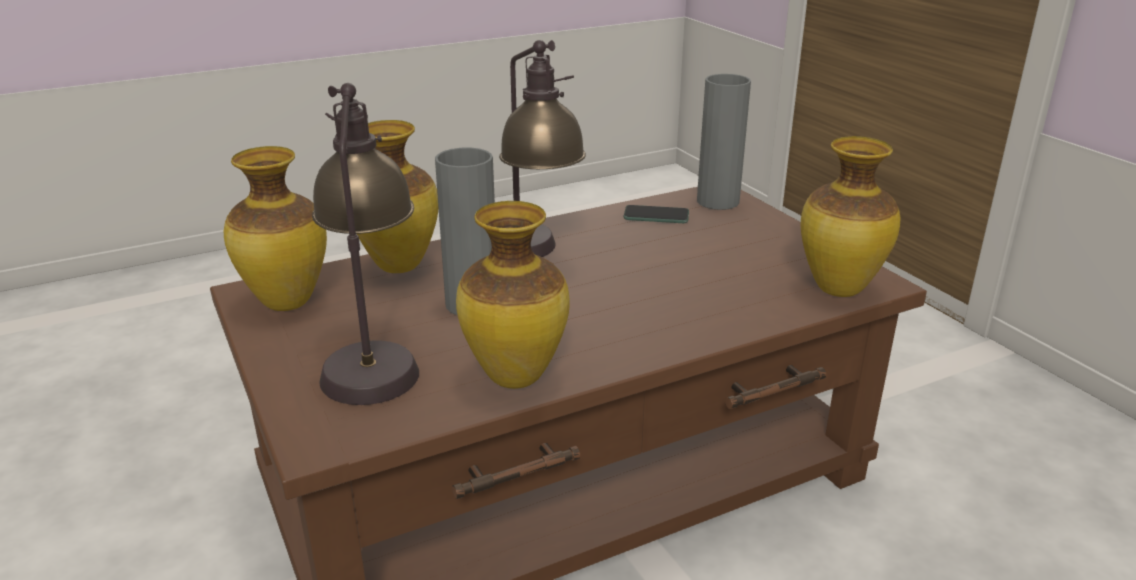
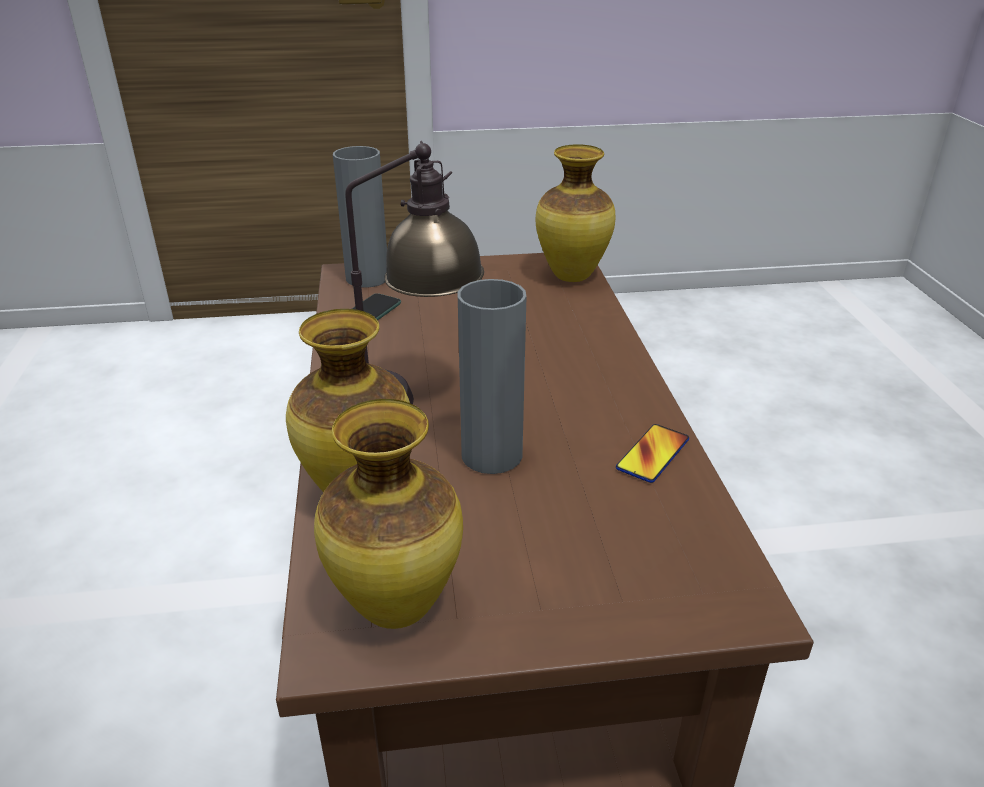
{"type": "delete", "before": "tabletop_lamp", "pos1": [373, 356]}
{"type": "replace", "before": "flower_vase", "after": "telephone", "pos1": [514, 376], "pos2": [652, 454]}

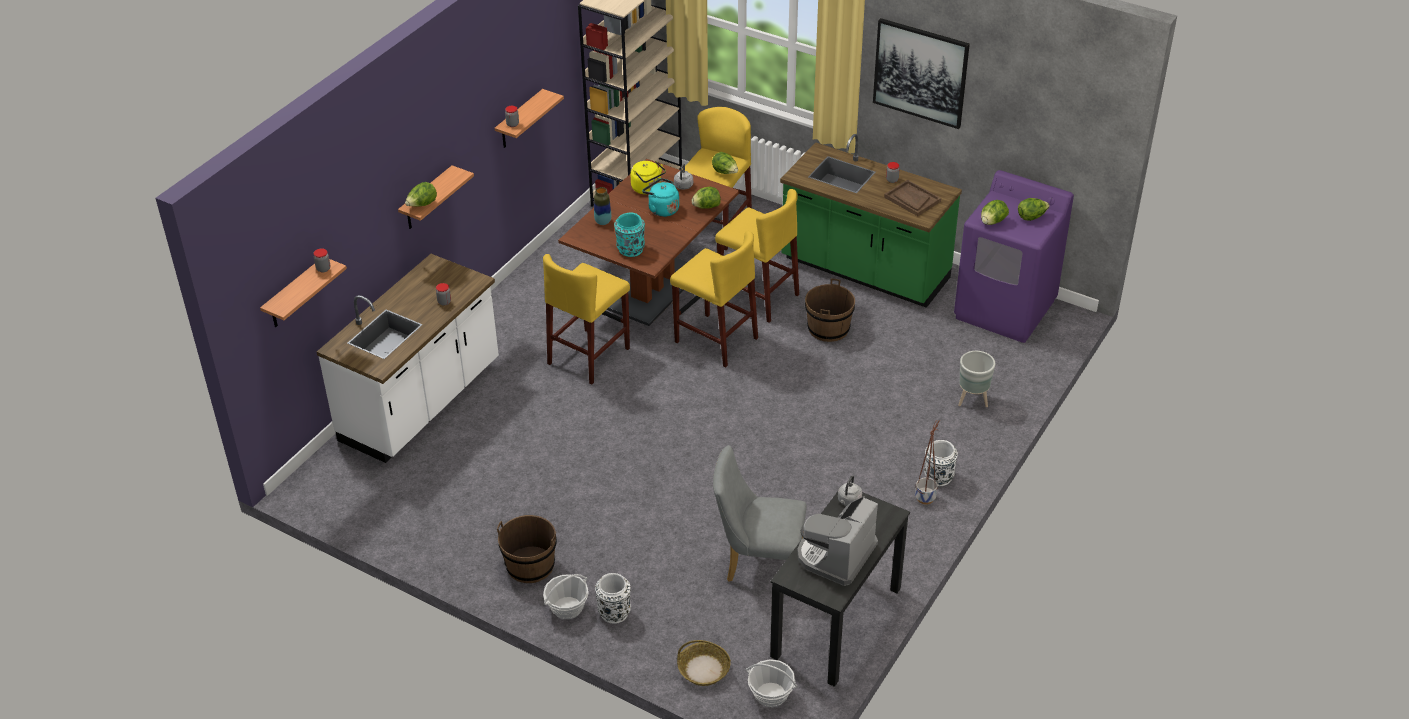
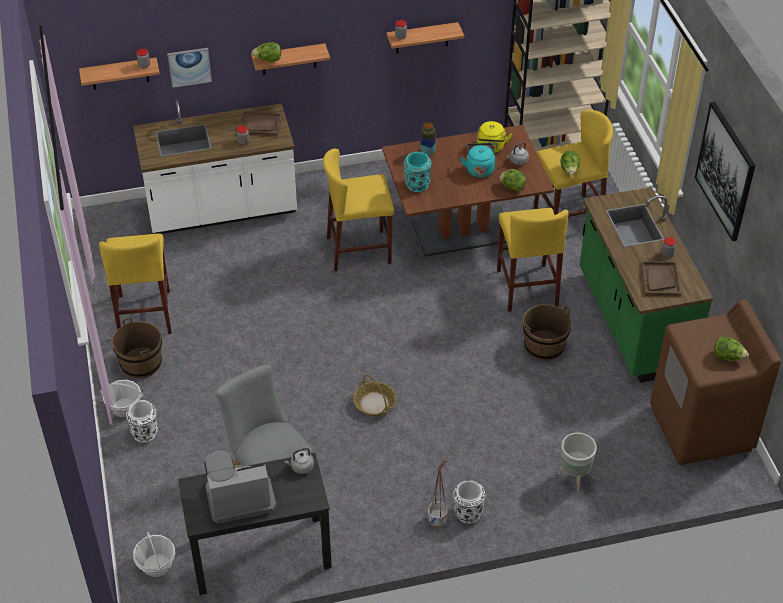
{"type": "delete", "before": "lettuce", "pos1": [992, 222]}
{"type": "insert", "after": "wall_art", "pos2": [189, 67]}
{"type": "insert", "after": "brown_serving_tray", "pos2": [260, 125]}
{"type": "move", "before": "yellow_stool_seat", "pos1": [716, 340], "pos2": [144, 314]}
{"type": "move", "before": "storage_basket", "pos1": [703, 669], "pos2": [374, 403]}
{"type": "recolor", "before": "purple-coloured_laundry_appliance", "after": "brown_laundry_appliance", "pos1": [1005, 309], "pos2": [701, 428]}

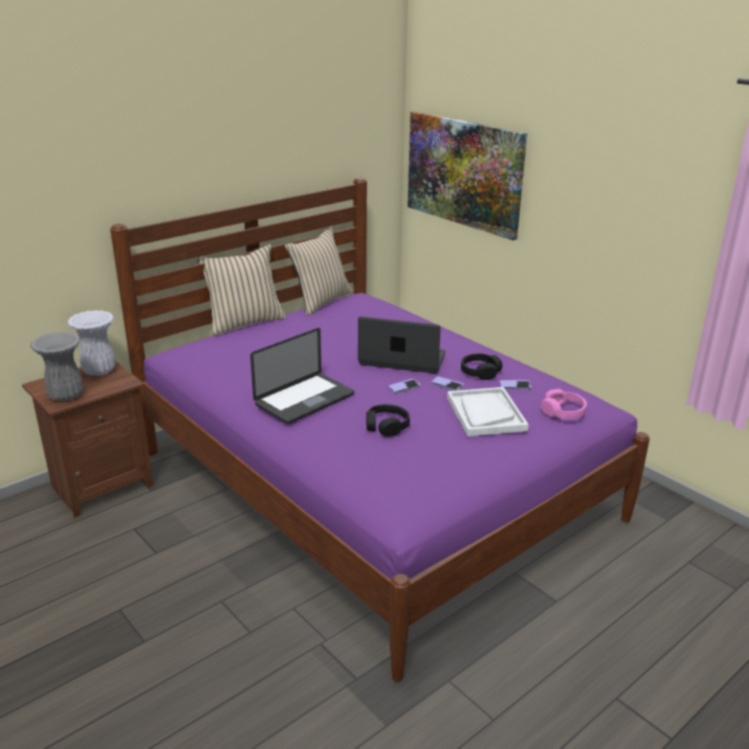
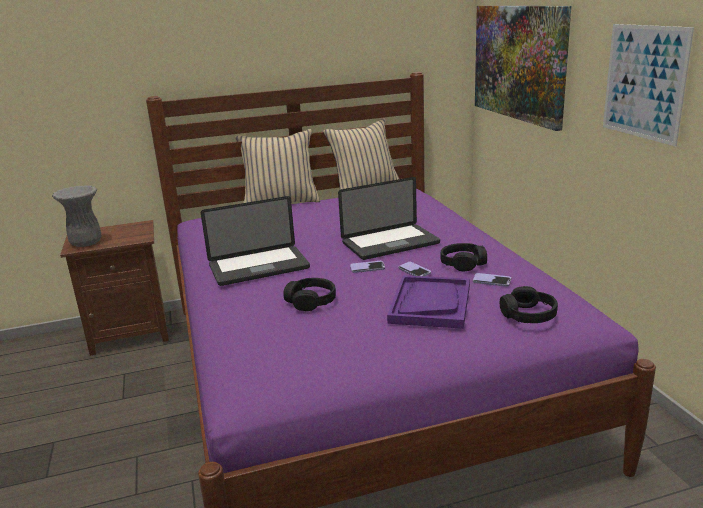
{"type": "delete", "before": "white-coloured_flower_vase", "pos1": [100, 371]}
{"type": "insert", "after": "wall_art", "pos2": [644, 82]}
{"type": "recolor", "before": "white-coloured_serving_tray", "after": "purple-coloured_serving_tray", "pos1": [485, 413], "pos2": [430, 304]}
{"type": "recolor", "before": "pink-coloured_headphones", "after": "black_headphones", "pos1": [563, 412], "pos2": [528, 315]}
{"type": "rotate", "before": "laptop", "pos1": [402, 359], "pos2": [390, 243], "turn": 120}

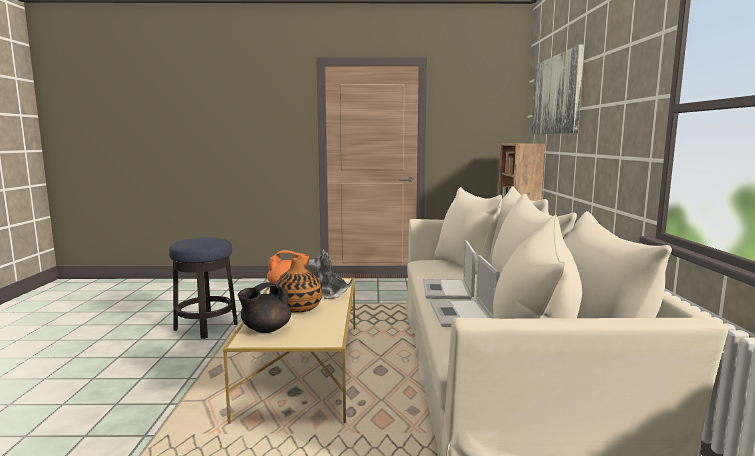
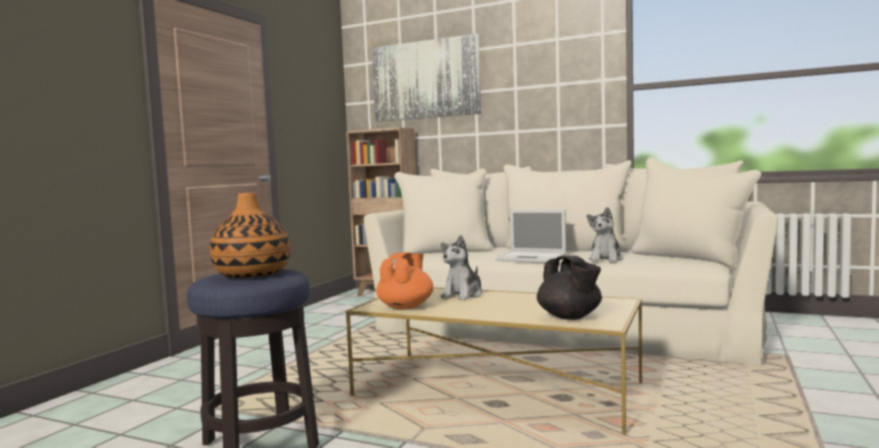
{"type": "move", "before": "flower_vase", "pos1": [298, 308], "pos2": [253, 275]}
{"type": "replace", "before": "laptop", "after": "cuddly_toy", "pos1": [462, 314], "pos2": [605, 260]}

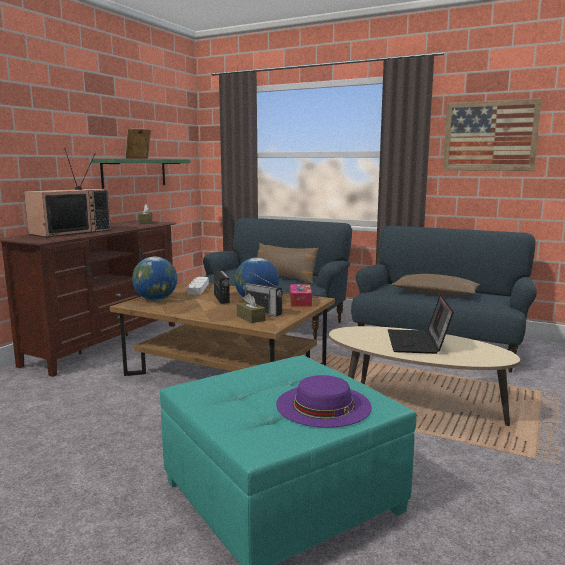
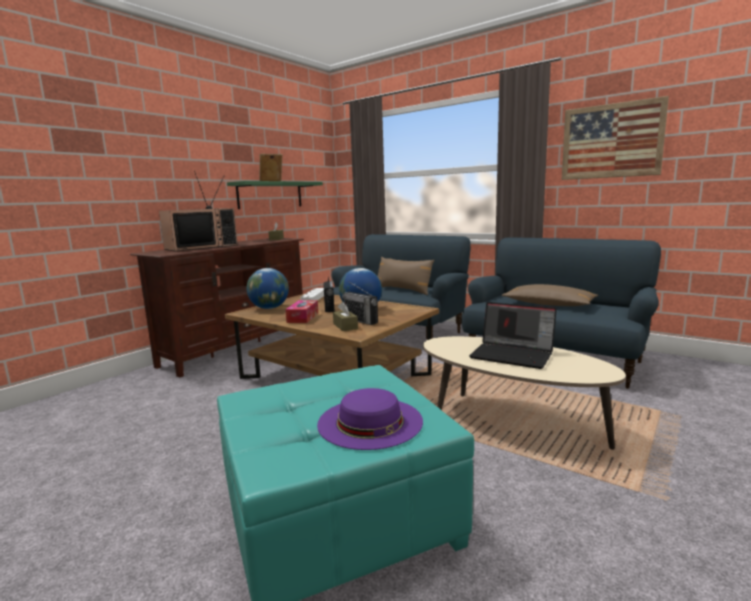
{"type": "move", "before": "tissue_box", "pos1": [300, 301], "pos2": [303, 317]}
{"type": "rotate", "before": "laptop", "pos1": [418, 343], "pos2": [513, 355], "turn": -75}

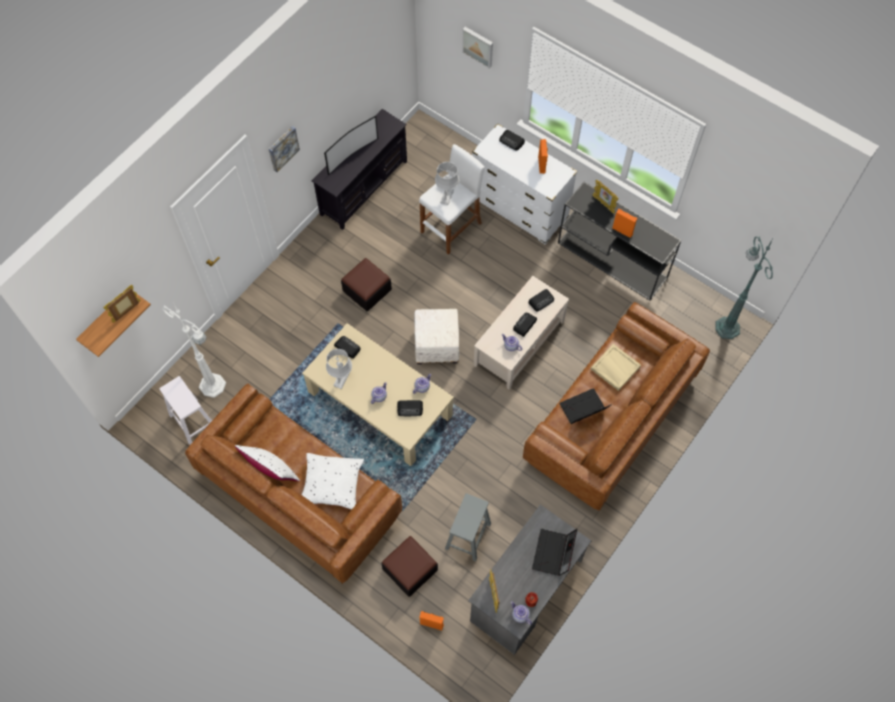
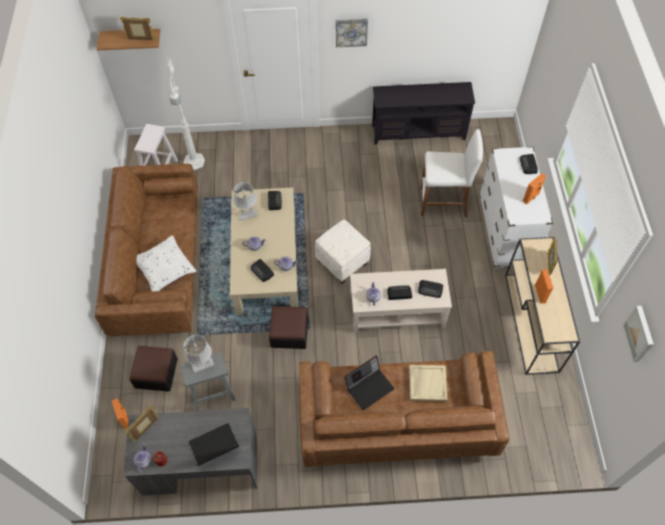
{"type": "delete", "before": "white-coloured_throw_pillow", "pos1": [271, 472]}
{"type": "delete", "before": "television", "pos1": [351, 154]}
{"type": "delete", "before": "green_standard_lamp", "pos1": [727, 326]}
{"type": "move", "before": "ottoman", "pos1": [367, 290], "pos2": [289, 332]}
{"type": "move", "before": "greyish_tabletop_lamp", "pos1": [447, 196], "pos2": [203, 365]}
{"type": "move", "before": "wall_art", "pos1": [478, 46], "pos2": [640, 334]}
{"type": "recolor", "before": "black_hall_table", "after": "sand-coloured_hall_table", "pos1": [613, 260], "pos2": [531, 323]}
{"type": "rotate", "before": "laptop", "pos1": [583, 410], "pos2": [369, 387], "turn": 120}

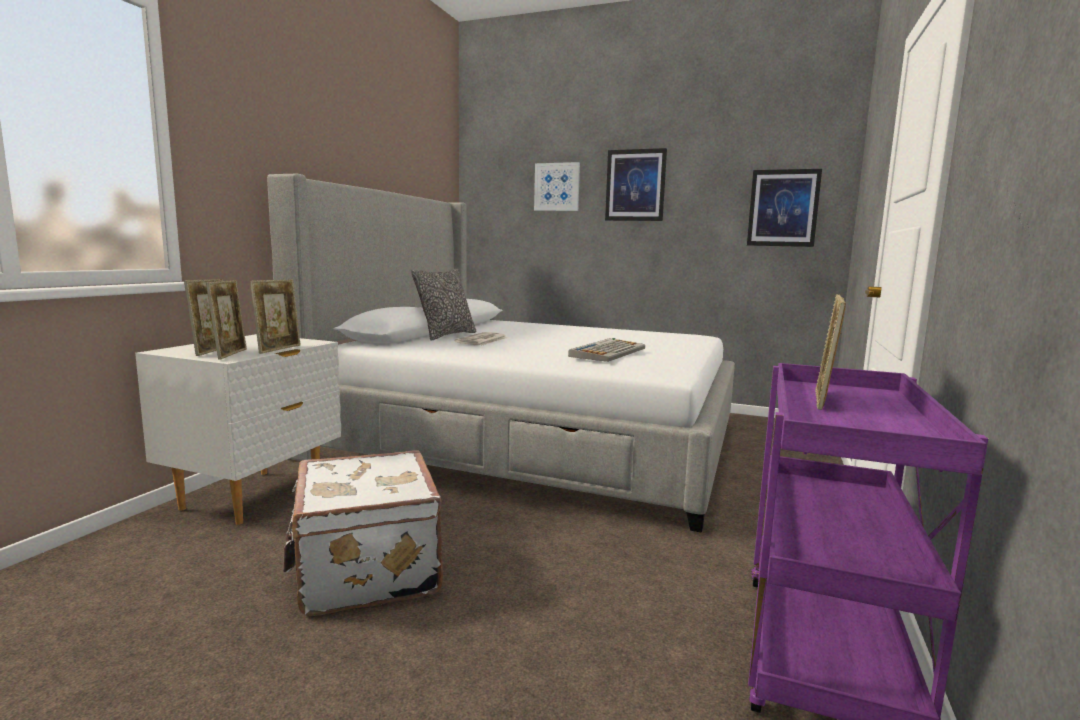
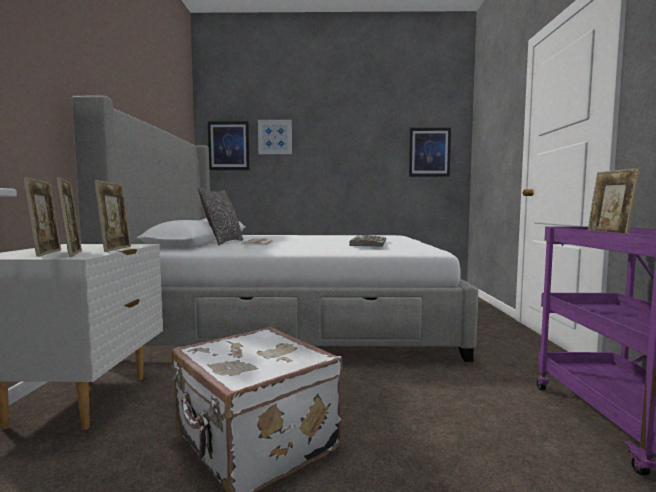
{"type": "move", "before": "wall_art", "pos1": [635, 185], "pos2": [229, 146]}

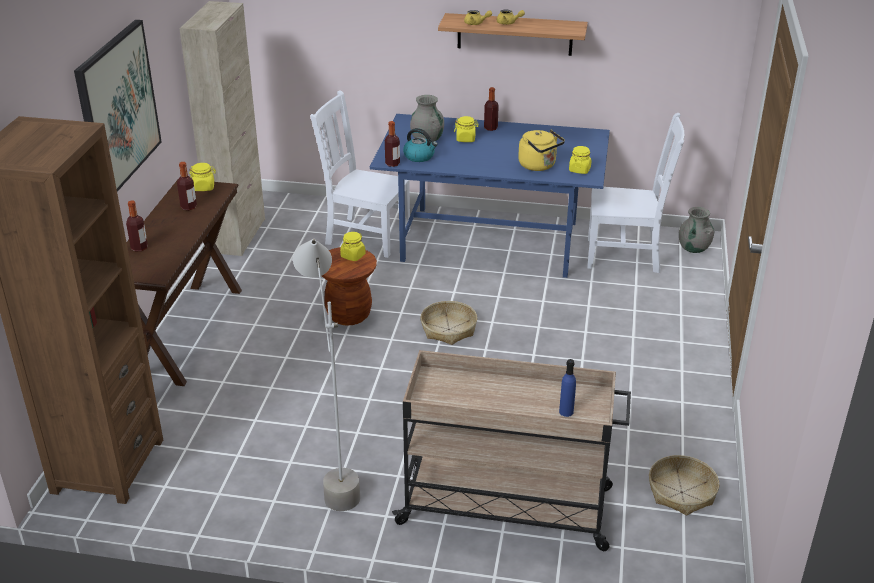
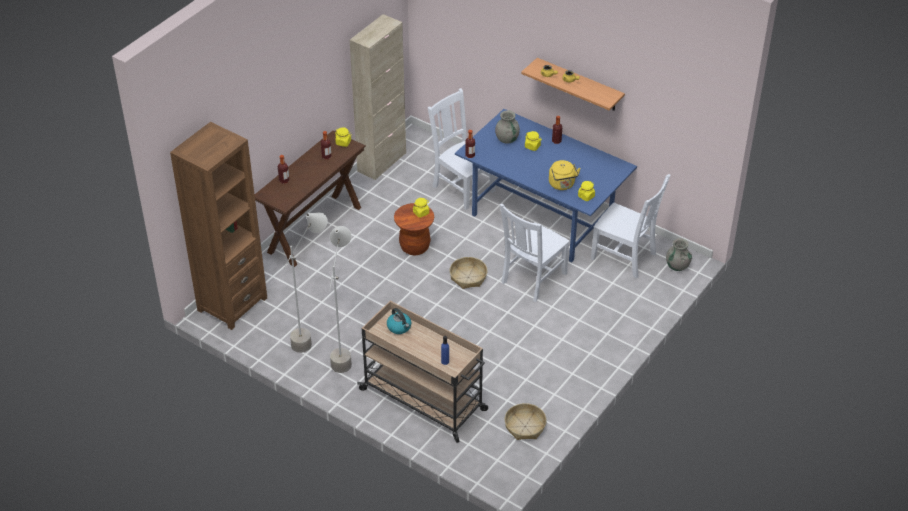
{"type": "delete", "before": "wall_art", "pos1": [117, 109]}
{"type": "insert", "after": "greyish_standard_lamp", "pos2": [312, 334]}
{"type": "insert", "after": "white-coloured_plain_chair", "pos2": [532, 279]}
{"type": "move", "before": "kettle", "pos1": [419, 156], "pos2": [399, 327]}

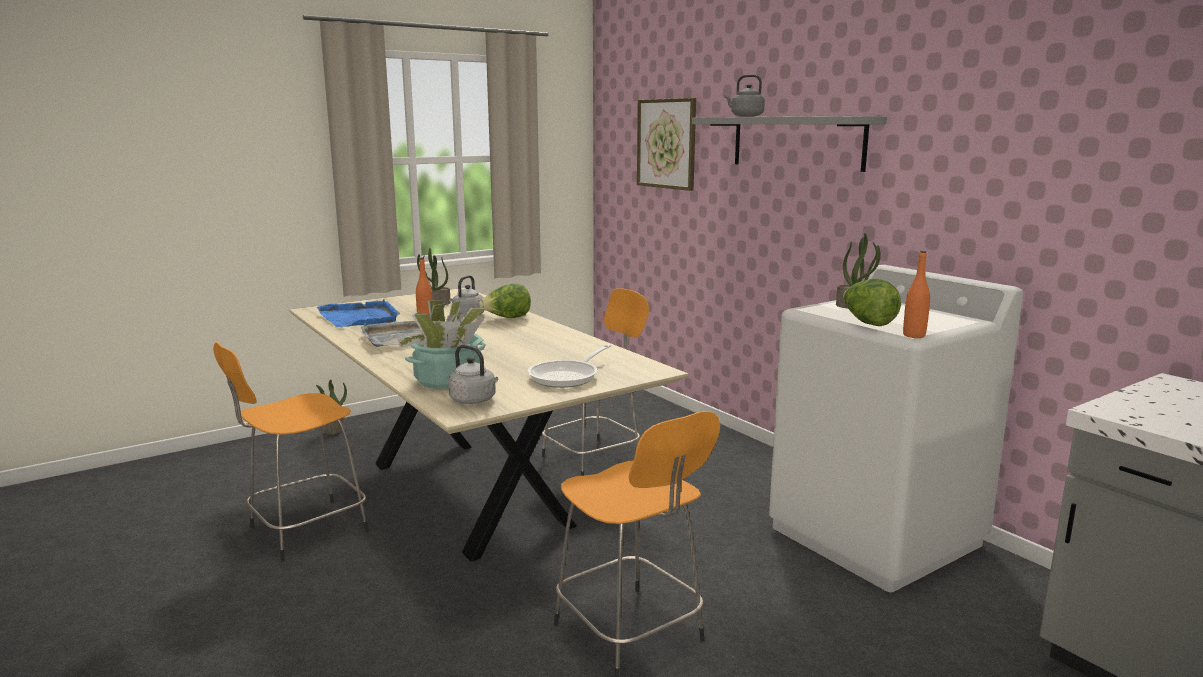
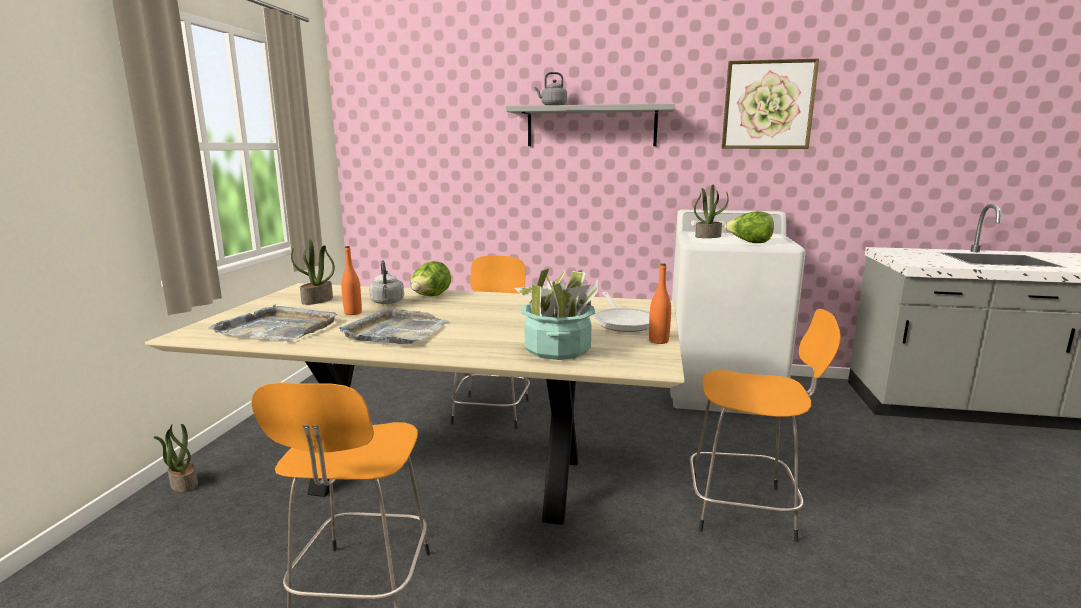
{"type": "delete", "before": "greyish_kettle", "pos1": [474, 401]}
{"type": "move", "before": "wall_art", "pos1": [666, 144], "pos2": [768, 105]}
{"type": "move", "before": "orange-coloured_bottle", "pos1": [914, 335], "pos2": [658, 341]}
{"type": "recolor", "before": "blue_serving_tray", "after": "greyish_serving_tray", "pos1": [360, 317], "pos2": [278, 328]}

